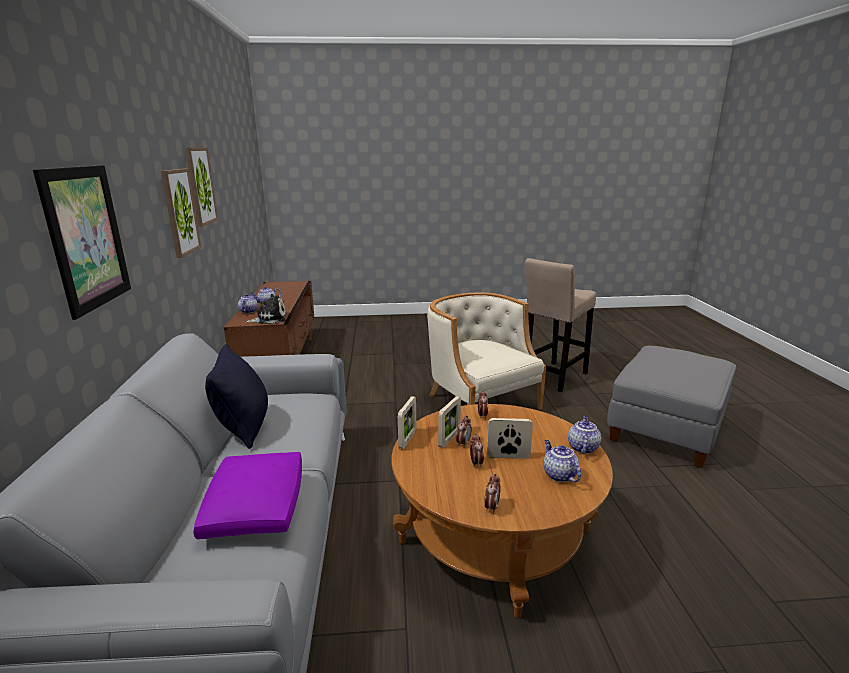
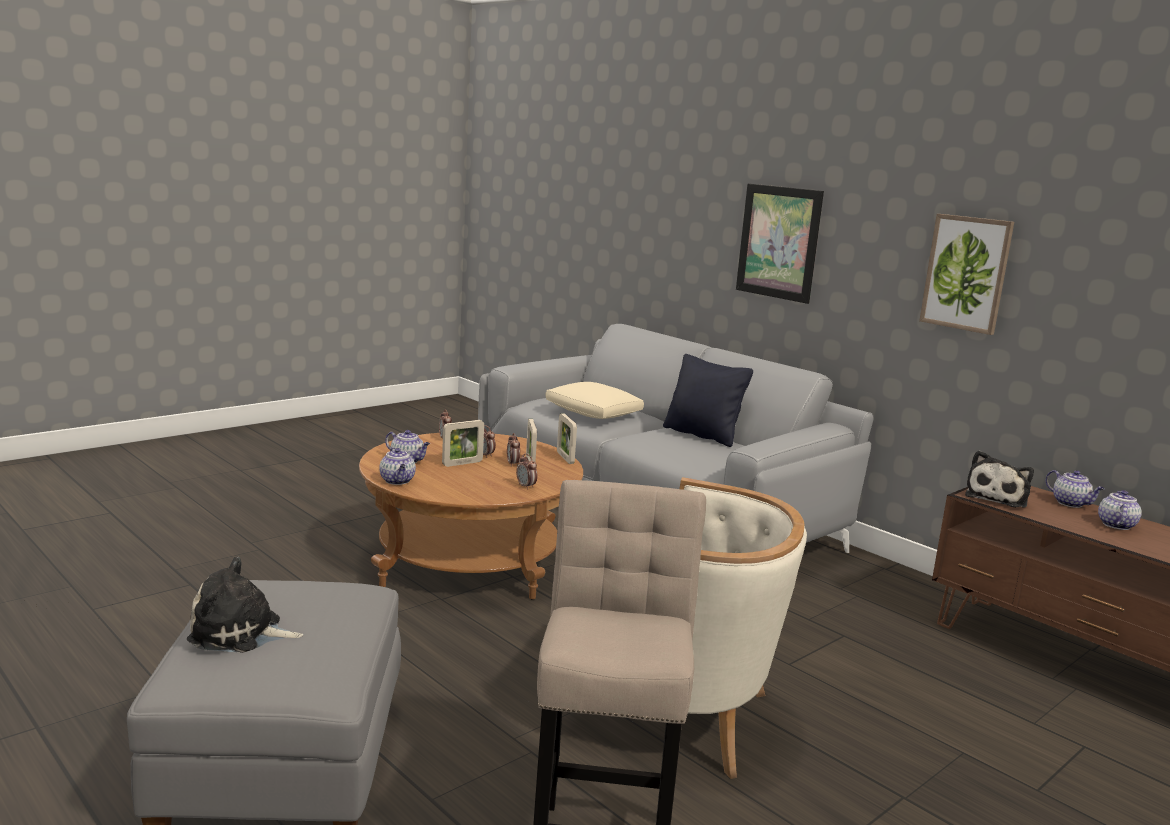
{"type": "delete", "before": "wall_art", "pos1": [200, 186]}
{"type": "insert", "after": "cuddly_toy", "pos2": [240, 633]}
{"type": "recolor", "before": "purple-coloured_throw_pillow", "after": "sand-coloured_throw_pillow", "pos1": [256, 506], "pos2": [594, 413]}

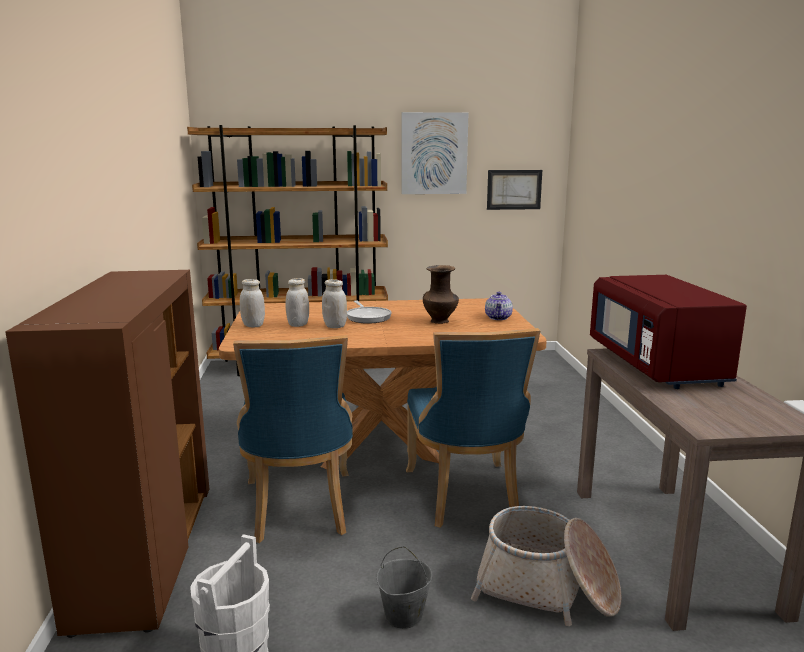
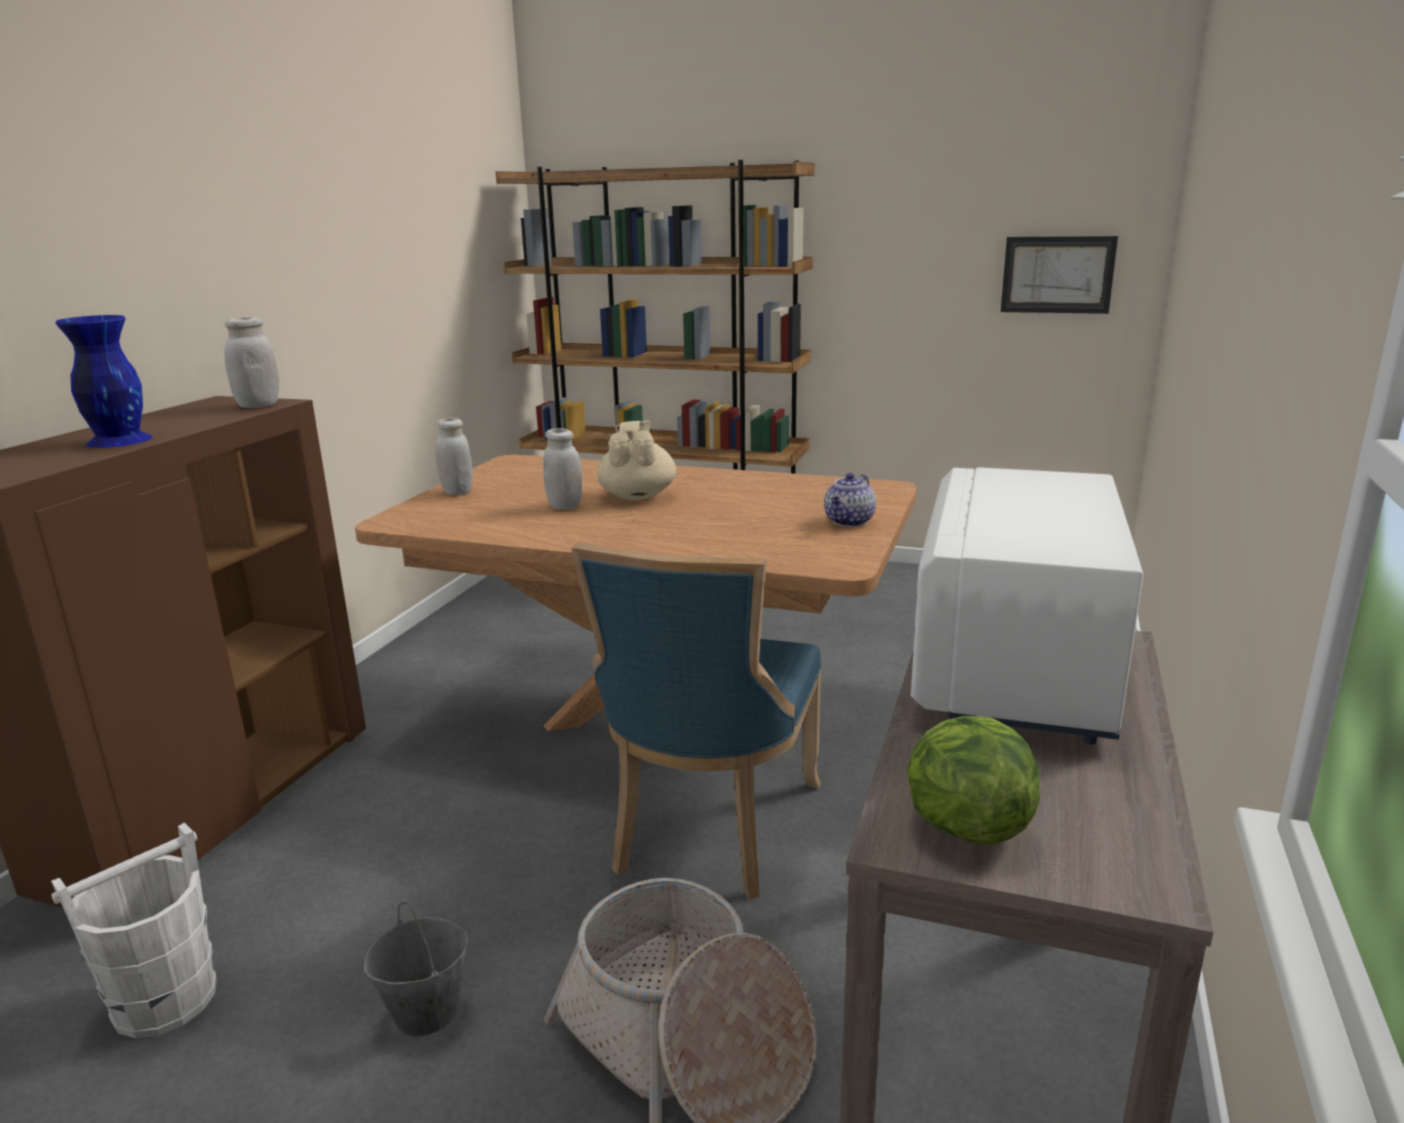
{"type": "delete", "before": "blue_plain_chair", "pos1": [299, 509]}
{"type": "delete", "before": "wall_art", "pos1": [434, 153]}
{"type": "delete", "before": "brown_flower_vase", "pos1": [440, 321]}
{"type": "insert", "after": "blue_flower_vase", "pos2": [118, 440]}
{"type": "insert", "after": "lettuce", "pos2": [964, 825]}
{"type": "move", "before": "white-coloured_preserve_jar", "pos1": [298, 325], "pos2": [258, 405]}
{"type": "replace", "before": "frying_pan", "after": "sand-coloured_pot_for_tea", "pos1": [368, 317], "pos2": [637, 496]}
{"type": "recolor", "before": "red_kitchen_microwave", "after": "white-coloured_kitchen_microwave", "pos1": [657, 366], "pos2": [1015, 668]}

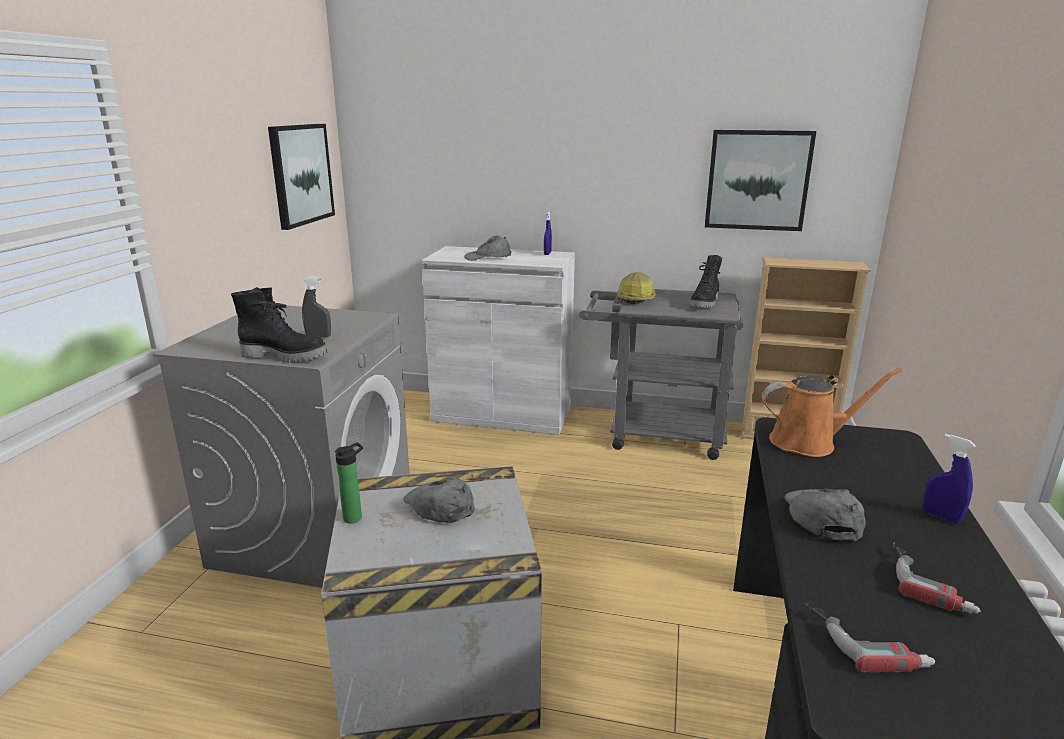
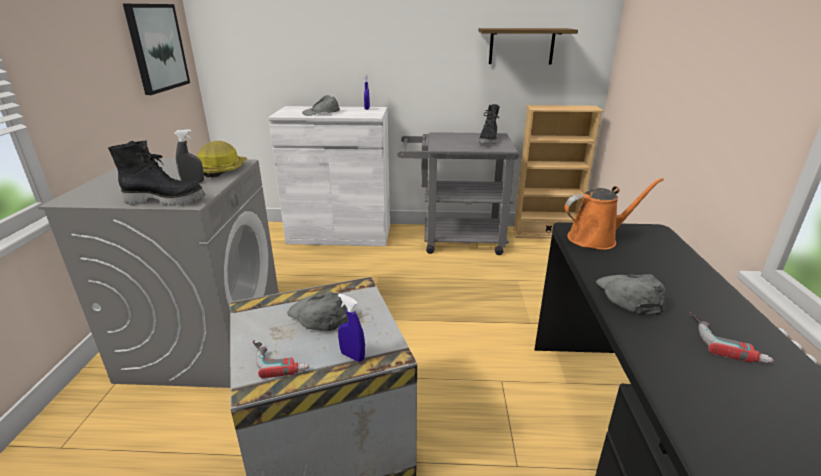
{"type": "delete", "before": "bottle", "pos1": [355, 517]}
{"type": "move", "before": "hard_hat", "pos1": [636, 298], "pos2": [222, 170]}
{"type": "move", "before": "drill", "pos1": [865, 640], "pos2": [280, 358]}
{"type": "move", "before": "blue_sprayer", "pos1": [941, 517], "pos2": [352, 356]}
{"type": "replace", "before": "wall_art", "after": "wall_shelf", "pos1": [757, 180], "pos2": [521, 46]}

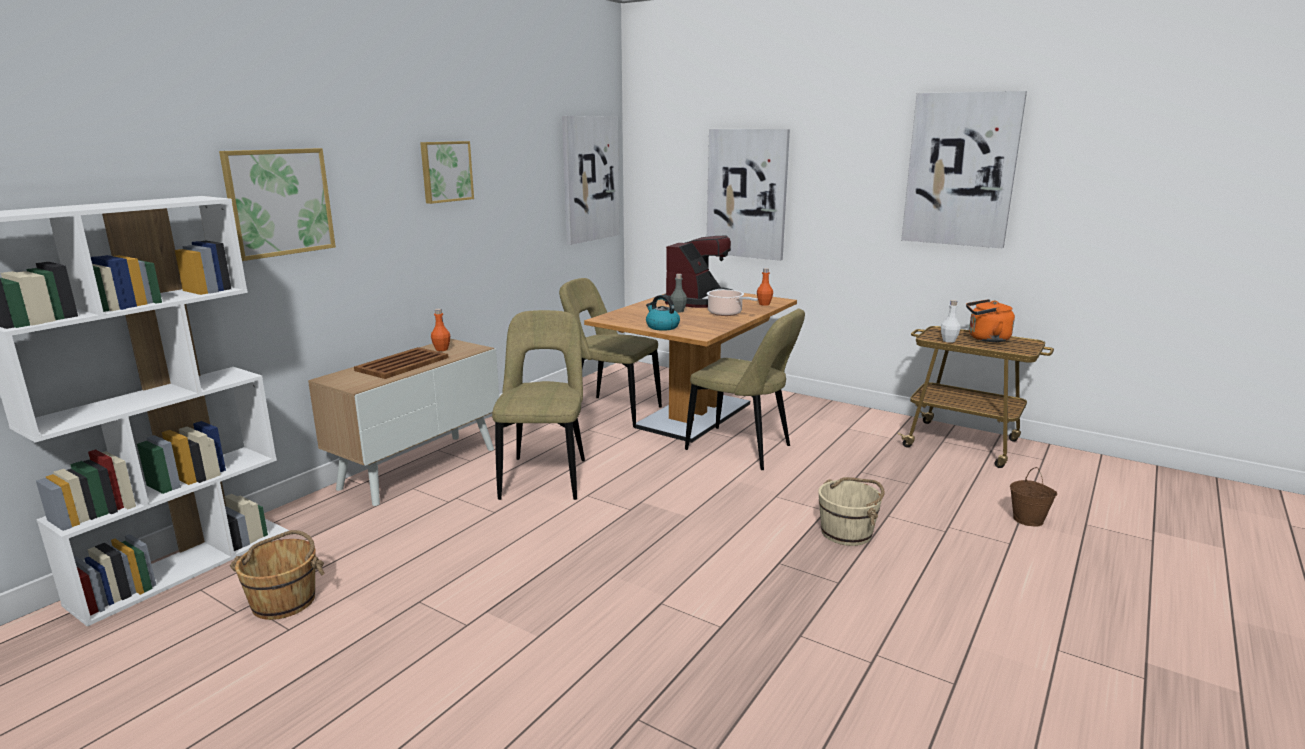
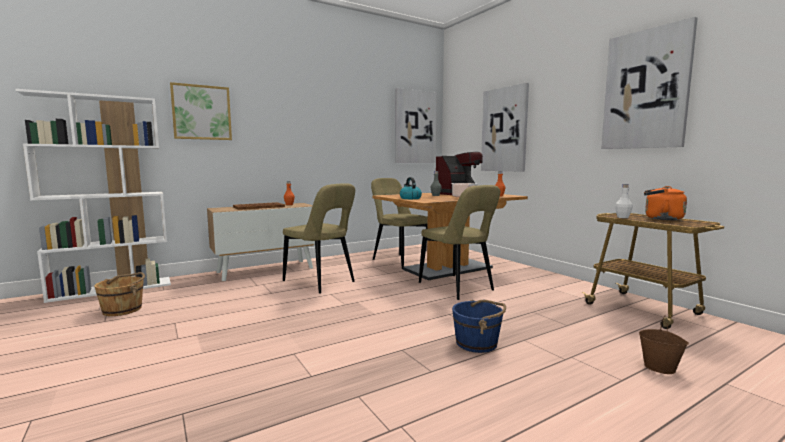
{"type": "delete", "before": "wall_art", "pos1": [445, 171]}
{"type": "recolor", "before": "sand-coloured_bucket", "after": "blue_bucket", "pos1": [847, 532], "pos2": [477, 343]}
{"type": "rotate", "before": "sand-coloured_plain_chair", "pos1": [545, 476], "pos2": [321, 282], "turn": 105}

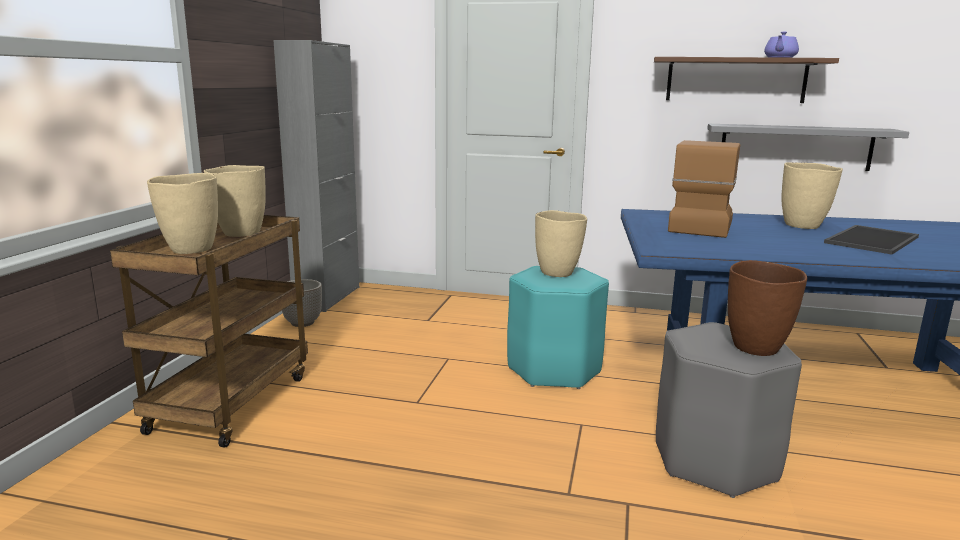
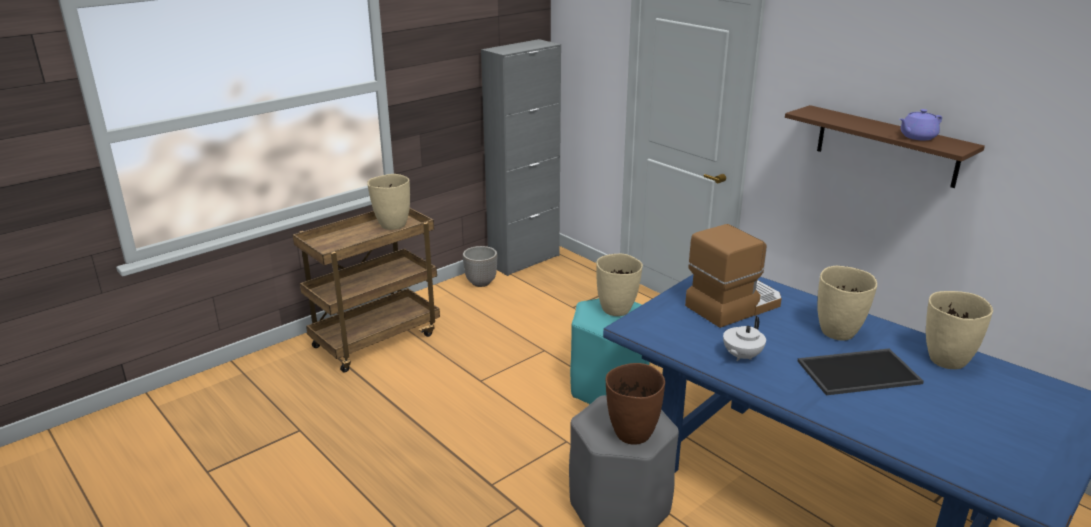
{"type": "delete", "before": "greyish_wall_shelf", "pos1": [795, 147]}
{"type": "insert", "after": "white-coloured_pot_for_tea", "pos2": [741, 356]}
{"type": "move", "before": "sand-coloured_flower_vase", "pos1": [190, 249], "pos2": [946, 361]}

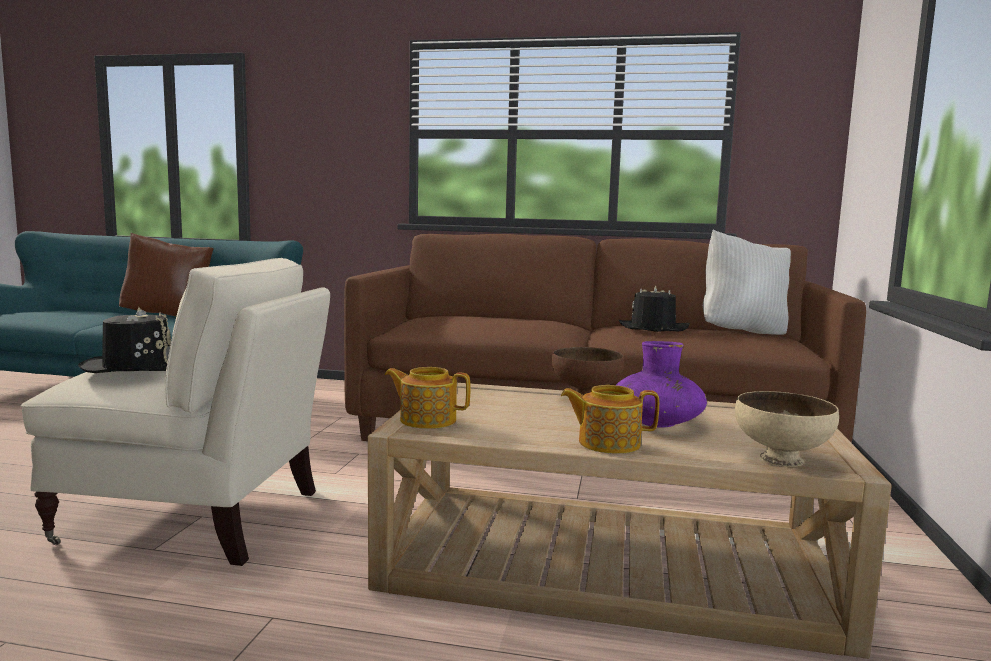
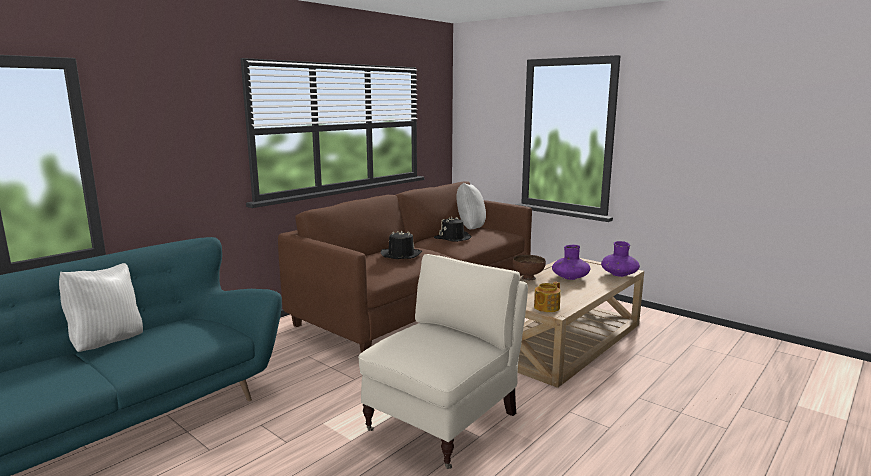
{"type": "delete", "before": "pot_for_tea", "pos1": [607, 443]}
{"type": "move", "before": "black_wearable_hat", "pos1": [137, 367], "pos2": [401, 255]}
{"type": "replace", "before": "sand-coloured_deep_dish", "after": "purple-coloured_flower_vase", "pos1": [781, 459], "pos2": [619, 274]}
{"type": "recolor", "before": "brown_throw_pillow", "after": "white-coloured_throw_pillow", "pos1": [168, 316], "pos2": [107, 343]}

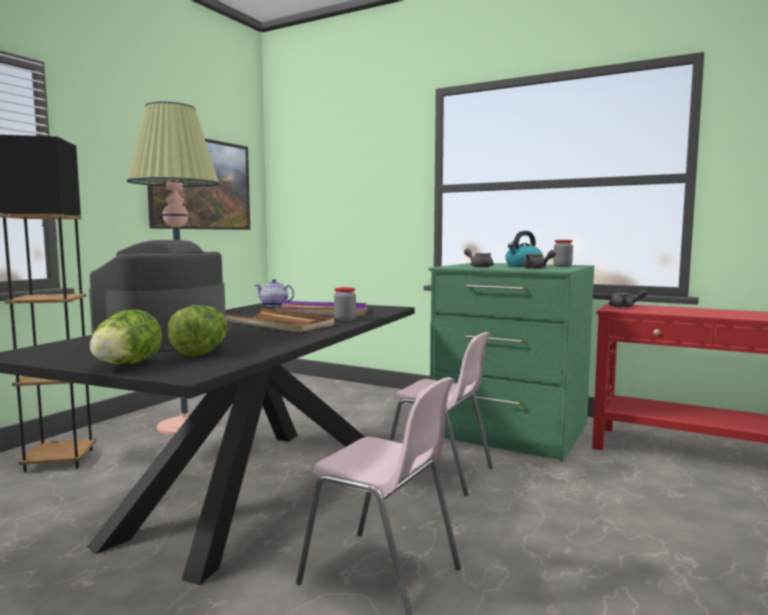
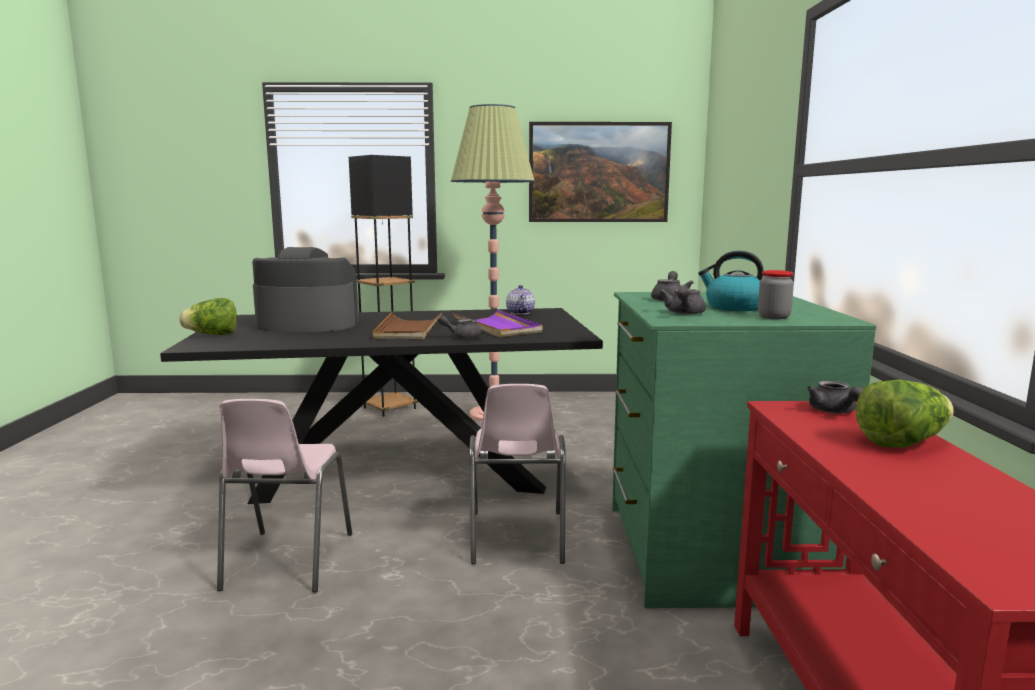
{"type": "move", "before": "lettuce", "pos1": [202, 352], "pos2": [902, 443]}
{"type": "replace", "before": "preserve_jar", "after": "greyish_pot_for_tea", "pos1": [345, 319], "pos2": [462, 337]}

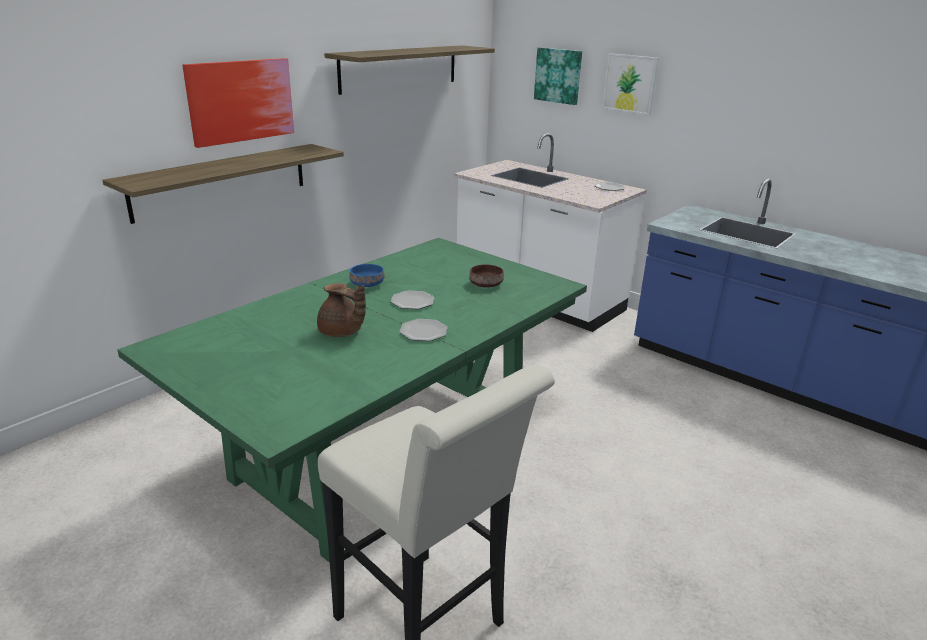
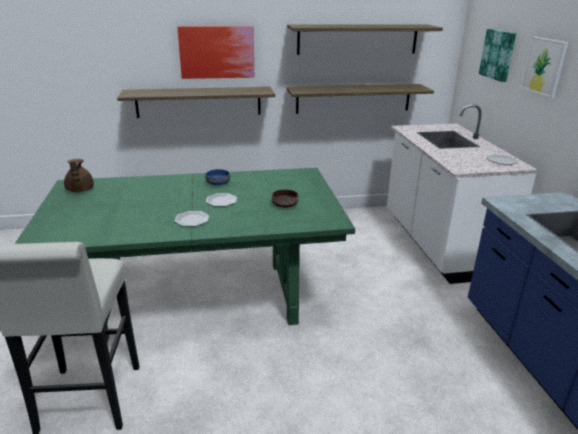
{"type": "insert", "after": "wall_shelf", "pos2": [353, 98]}
{"type": "move", "before": "brown_pot_for_tea", "pos1": [341, 332], "pos2": [79, 190]}

